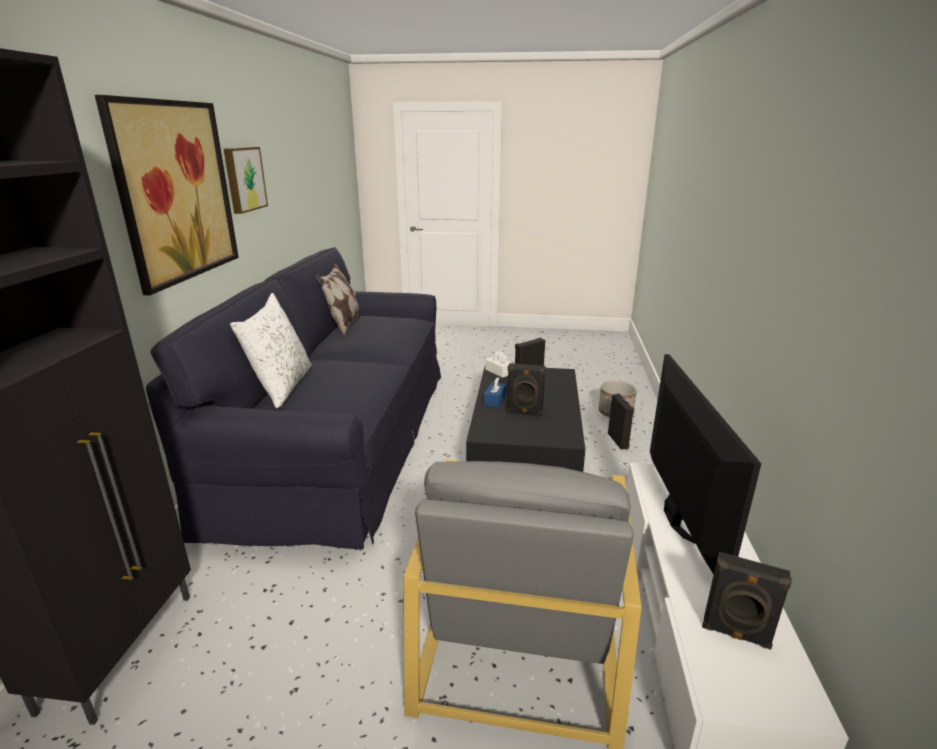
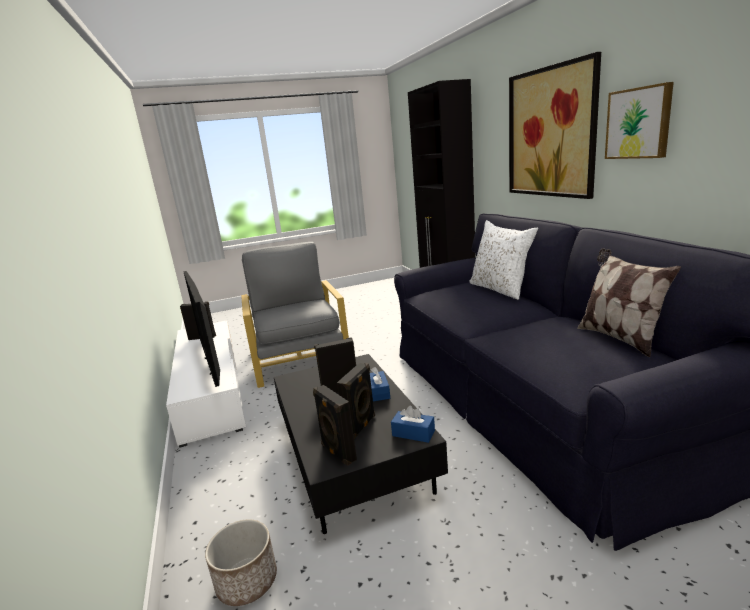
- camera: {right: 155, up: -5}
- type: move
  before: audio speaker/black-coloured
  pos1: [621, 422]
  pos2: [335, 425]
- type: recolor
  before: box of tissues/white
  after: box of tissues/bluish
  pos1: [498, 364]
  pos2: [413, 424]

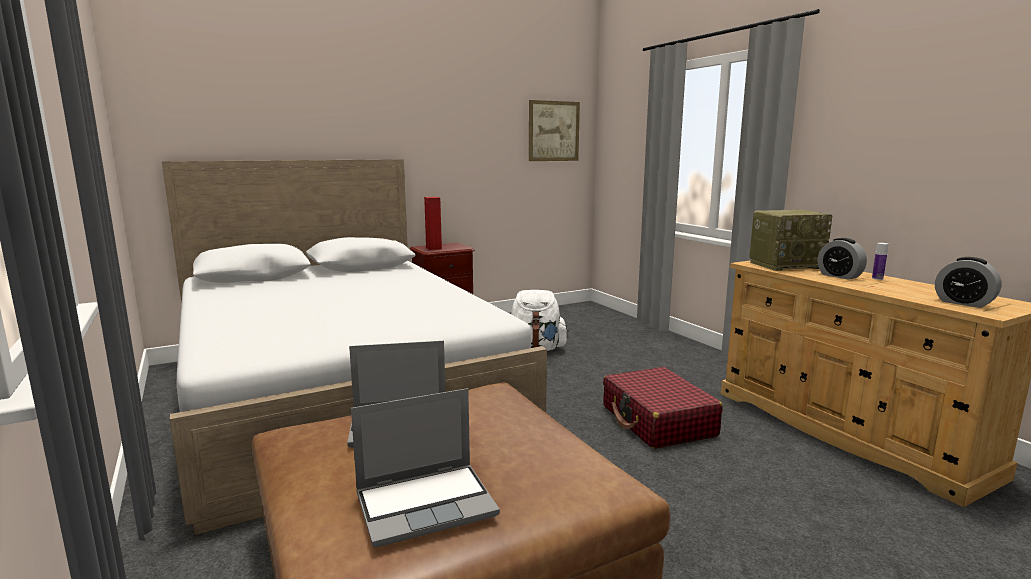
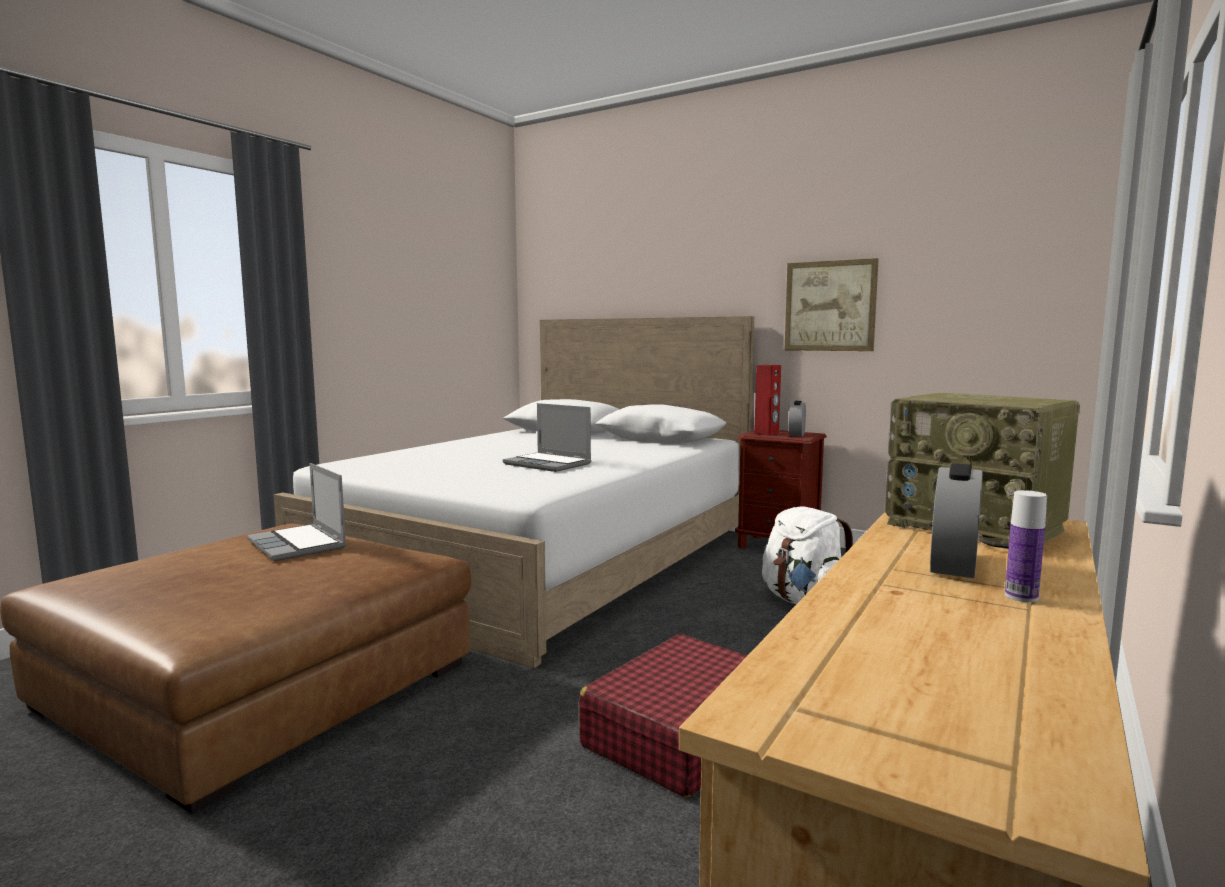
- camera: {right: 60, up: -5}
- type: move
  before: notebook computer
  pos1: [425, 467]
  pos2: [547, 437]
- type: move
  before: wall art
  pos1: [554, 130]
  pos2: [831, 304]
- type: move
  before: alarm clock
  pos1: [968, 282]
  pos2: [797, 418]

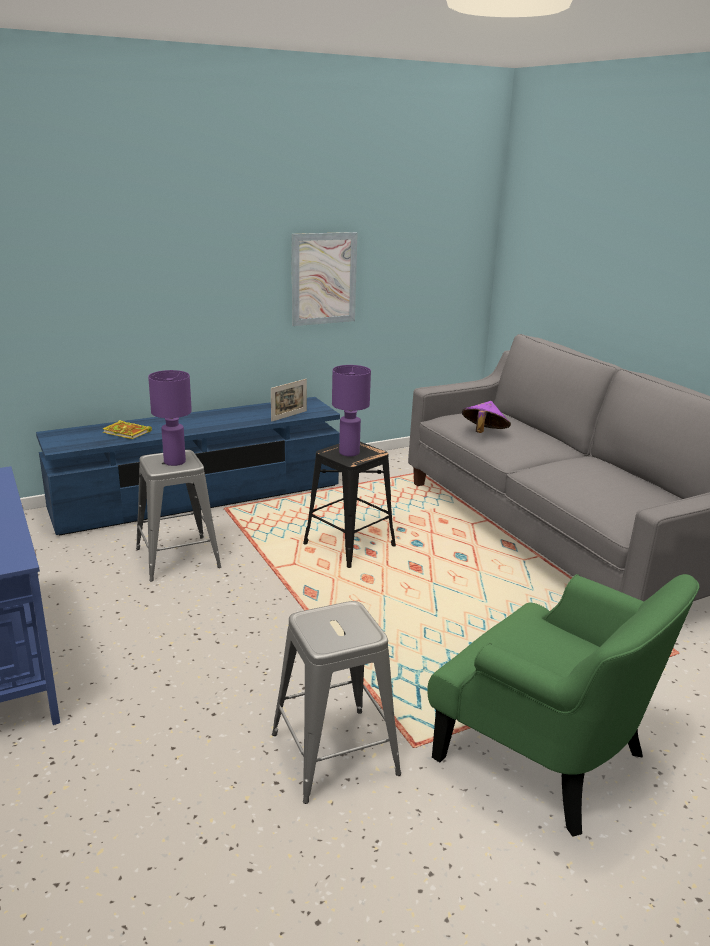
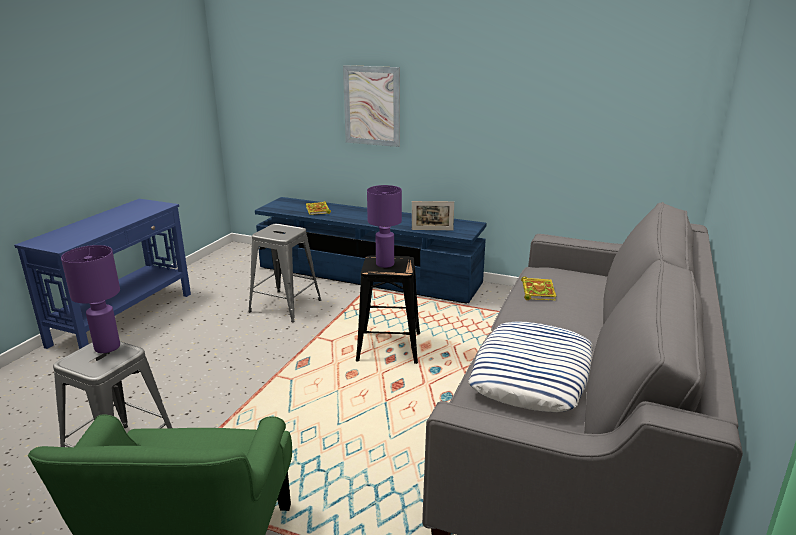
- camera: {right: 50, up: 0}
- type: move
  before: lamp for a table/purple
  pos1: [170, 418]
  pos2: [90, 299]
- type: move
  before: wall art
  pos1: [325, 279]
  pos2: [371, 106]
- type: insert
  after: throw pillow
  pos2: [530, 366]
- type: replace
  before: wearable hat/purple
  after: book
  pos1: [486, 417]
  pos2: [538, 288]

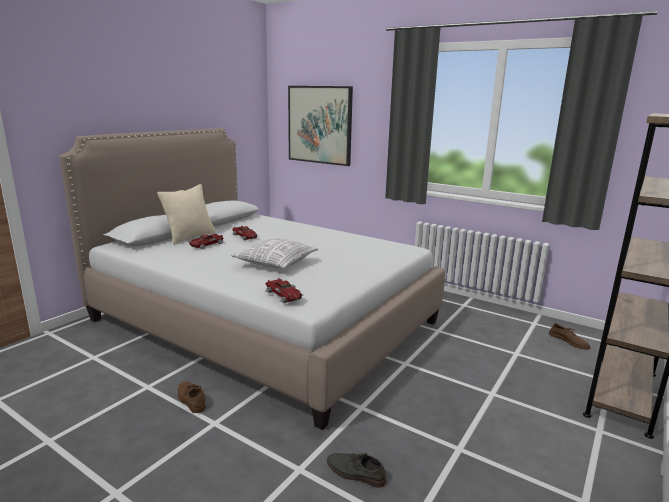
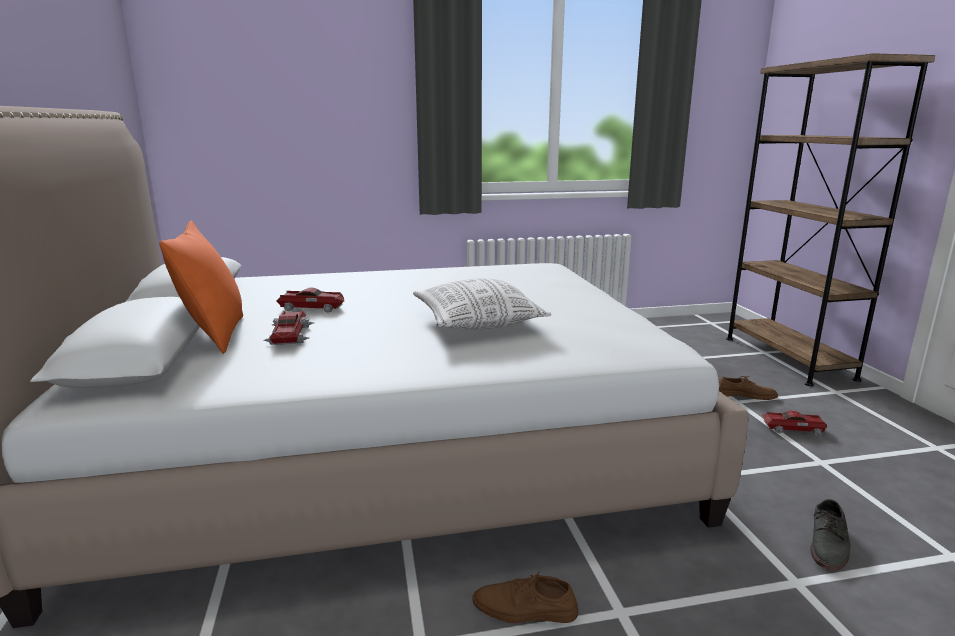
- camera: {right: -45, up: 0}
- type: recolor
  before: throw pillow/sand-coloured
  after: throw pillow/orange
  pos1: [186, 214]
  pos2: [201, 287]
- type: move
  before: low shoe/brown
  pos1: [569, 336]
  pos2: [748, 388]
- type: move
  before: toy car
  pos1: [284, 291]
  pos2: [794, 423]
- type: rotate
  before: low shoe/greyish
  pos1: [357, 470]
  pos2: [830, 534]
  turn: -45
- type: delete
  before: wall art
  pos1: [320, 126]

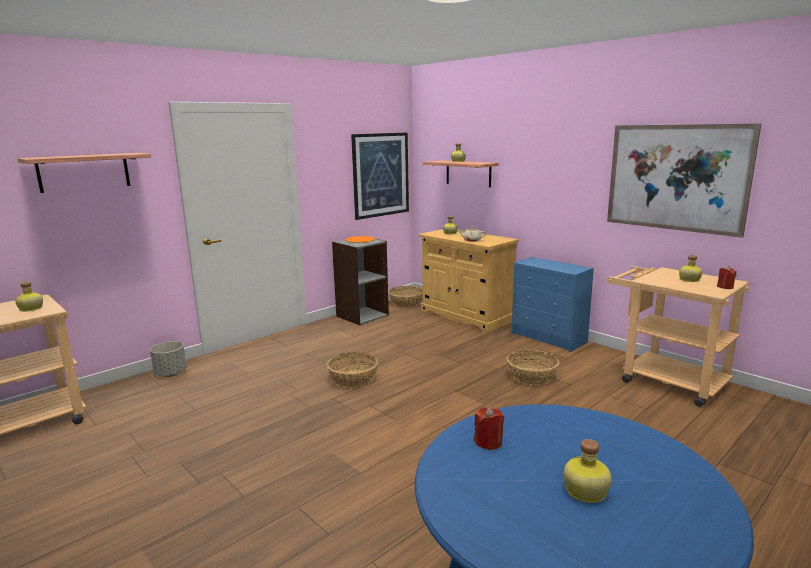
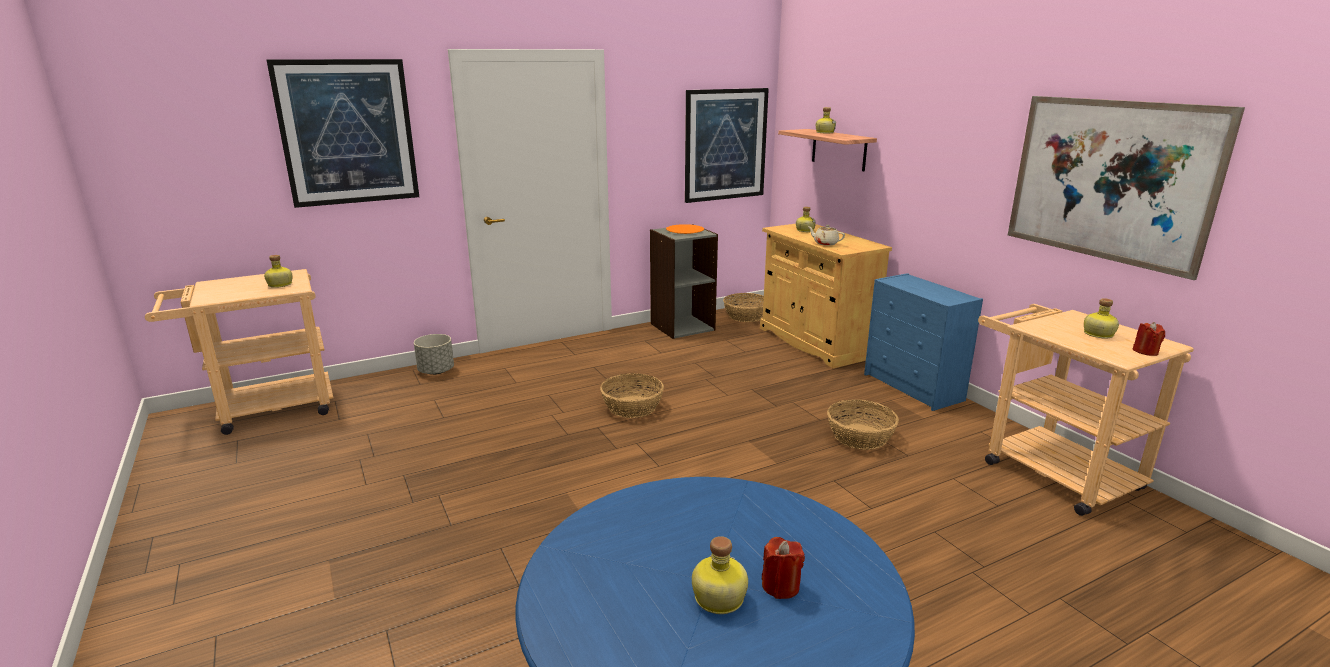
- camera: {right: 15, up: 5}
- type: replace
  before: bracket shelf
  after: wall art
  pos1: [84, 173]
  pos2: [343, 133]
- type: move
  before: candle/reddish
  pos1: [489, 428]
  pos2: [783, 568]

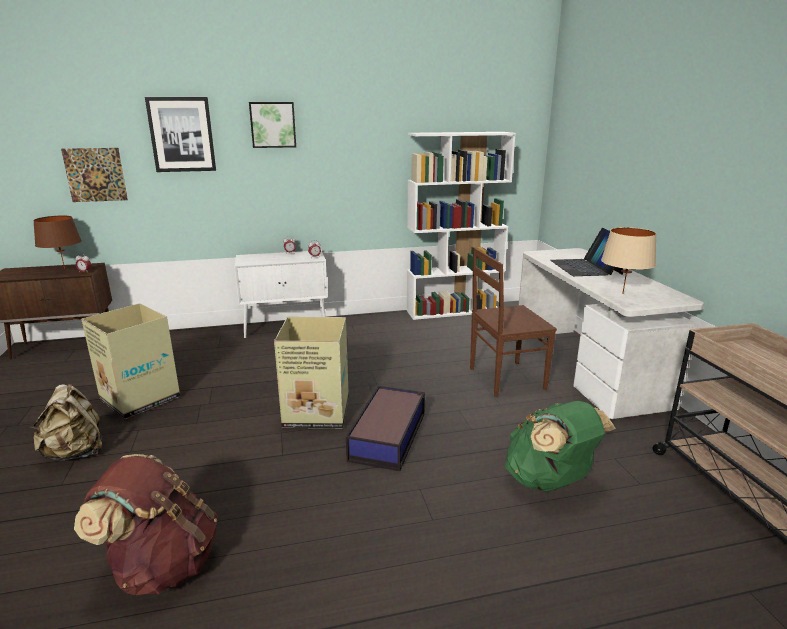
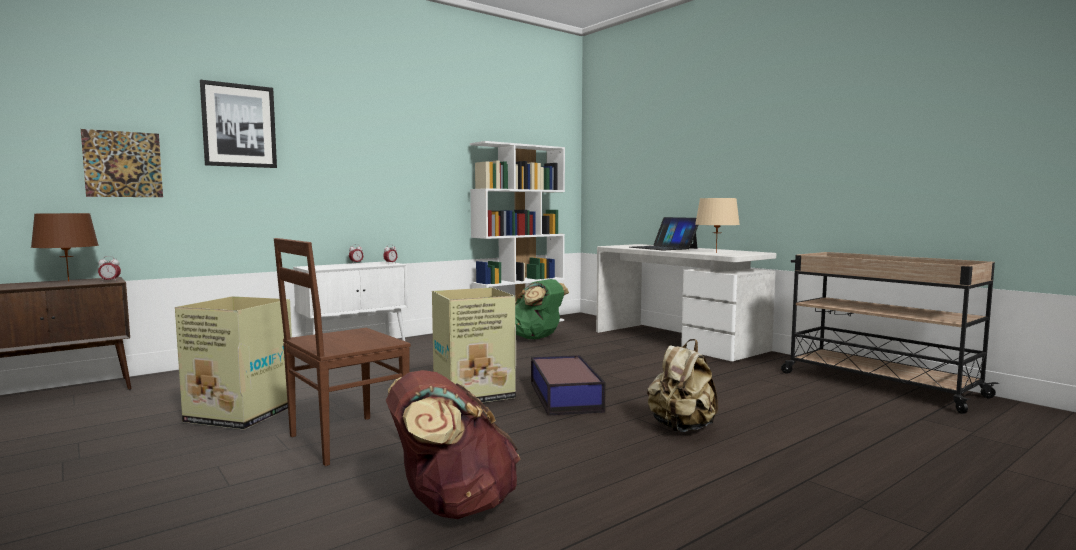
- camera: {right: -25, up: -15}
- type: move
  before: upright chair/brown
  pos1: [513, 322]
  pos2: [342, 352]
- type: move
  before: backpack/green
  pos1: [560, 446]
  pos2: [542, 309]
- type: move
  before: backpack/sand-coloured
  pos1: [66, 422]
  pos2: [682, 385]
- type: delete
  before: wall art
  pos1: [272, 125]

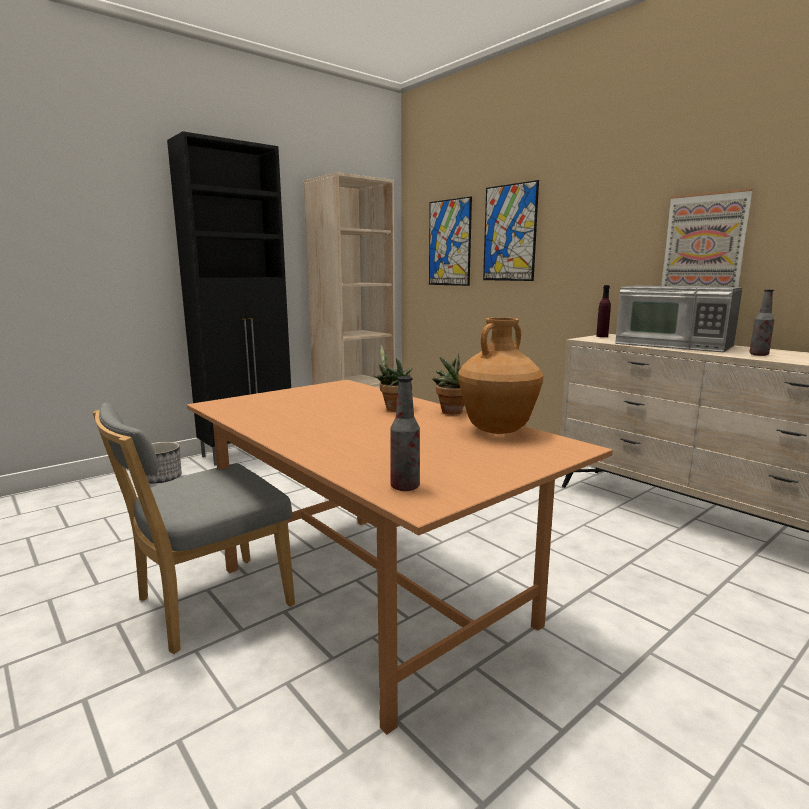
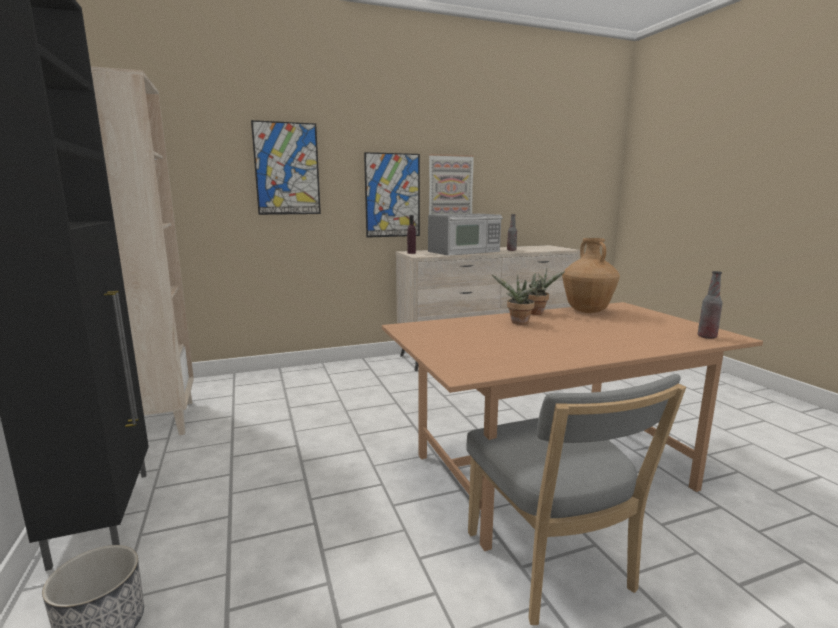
- camera: {right: -70, up: 0}
- type: move
  before: wall art
  pos1: [450, 241]
  pos2: [392, 195]

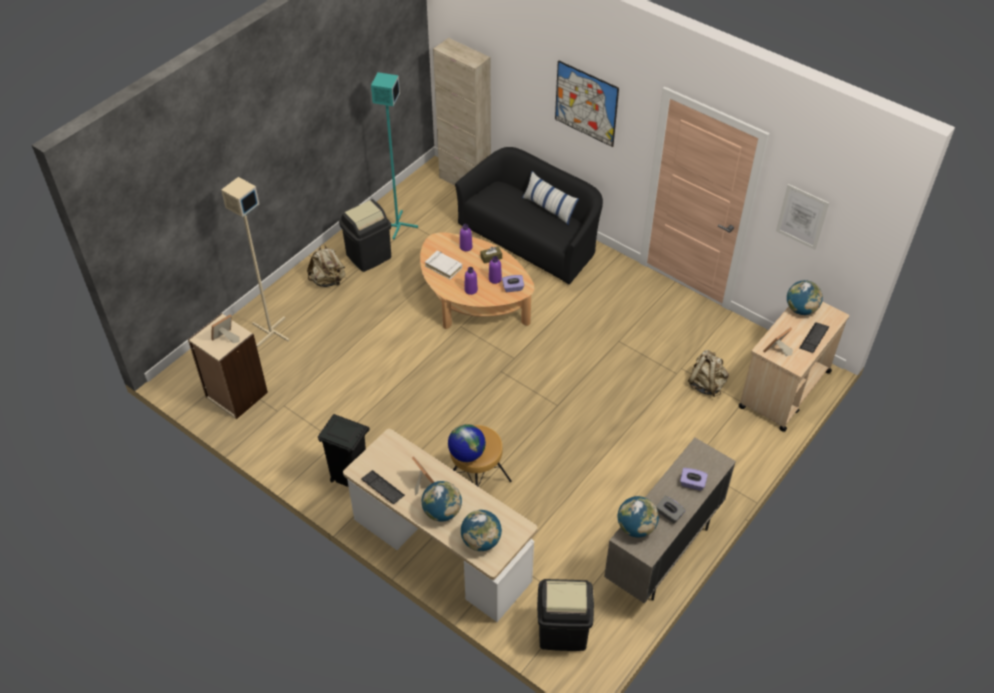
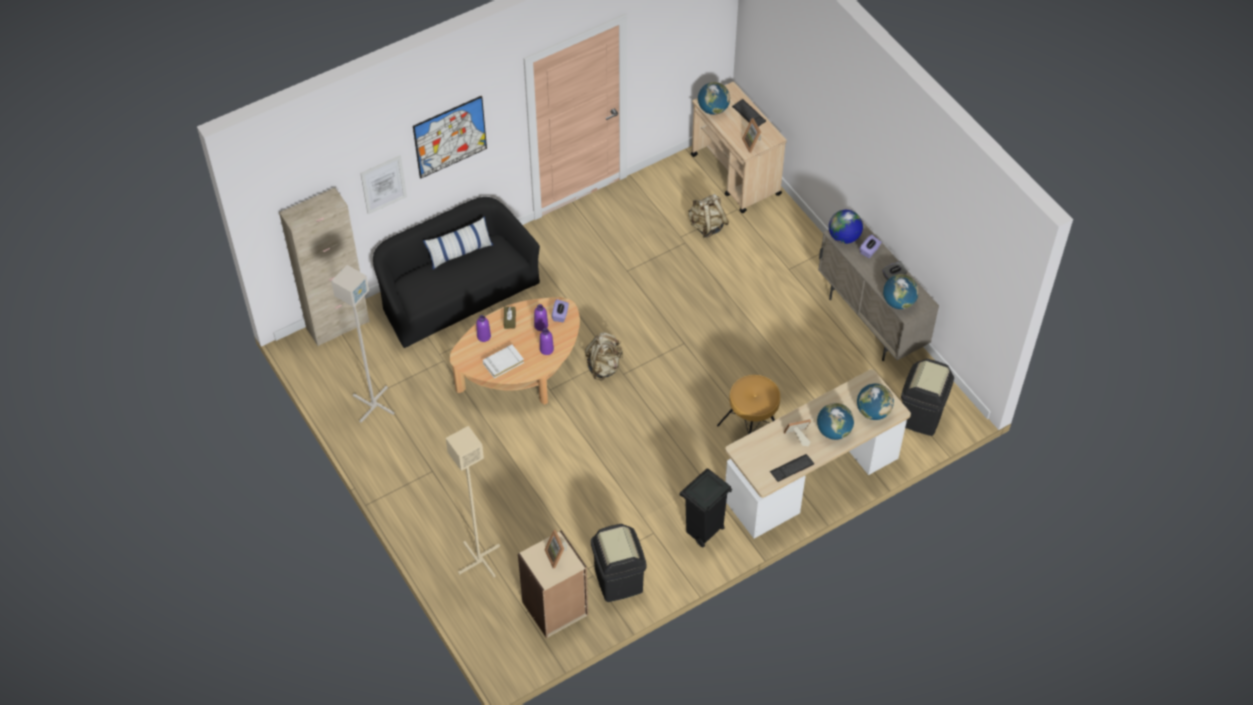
- camera: {right: -70, up: 5}
- type: recolor
  before: floor lamp/turquoise-coloured
  after: floor lamp/greyish
  pos1: [394, 155]
  pos2: [363, 344]
- type: move
  before: wall art
  pos1: [802, 217]
  pos2: [383, 184]
- type: move
  before: backpack/sand-coloured
  pos1: [326, 265]
  pos2: [604, 356]
- type: move
  before: trash can/black-coloured
  pos1: [365, 235]
  pos2: [619, 563]
- type: move
  before: world globe
  pos1: [467, 443]
  pos2: [846, 227]

